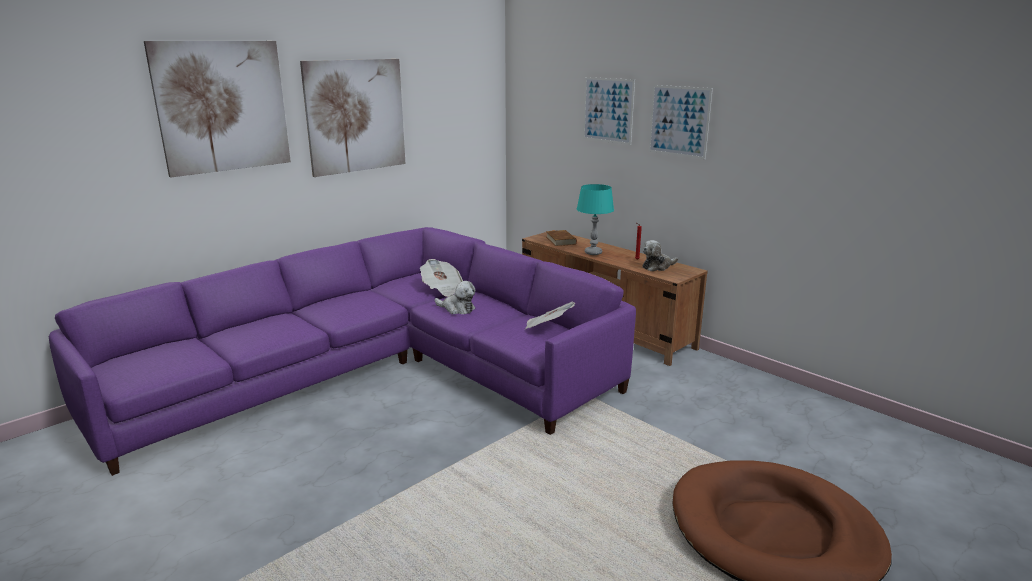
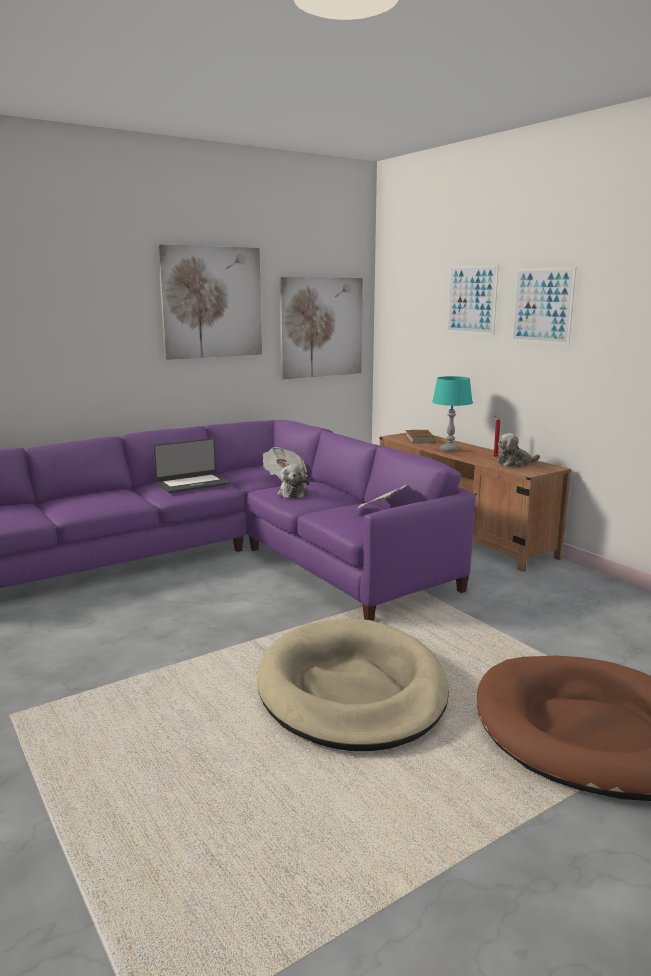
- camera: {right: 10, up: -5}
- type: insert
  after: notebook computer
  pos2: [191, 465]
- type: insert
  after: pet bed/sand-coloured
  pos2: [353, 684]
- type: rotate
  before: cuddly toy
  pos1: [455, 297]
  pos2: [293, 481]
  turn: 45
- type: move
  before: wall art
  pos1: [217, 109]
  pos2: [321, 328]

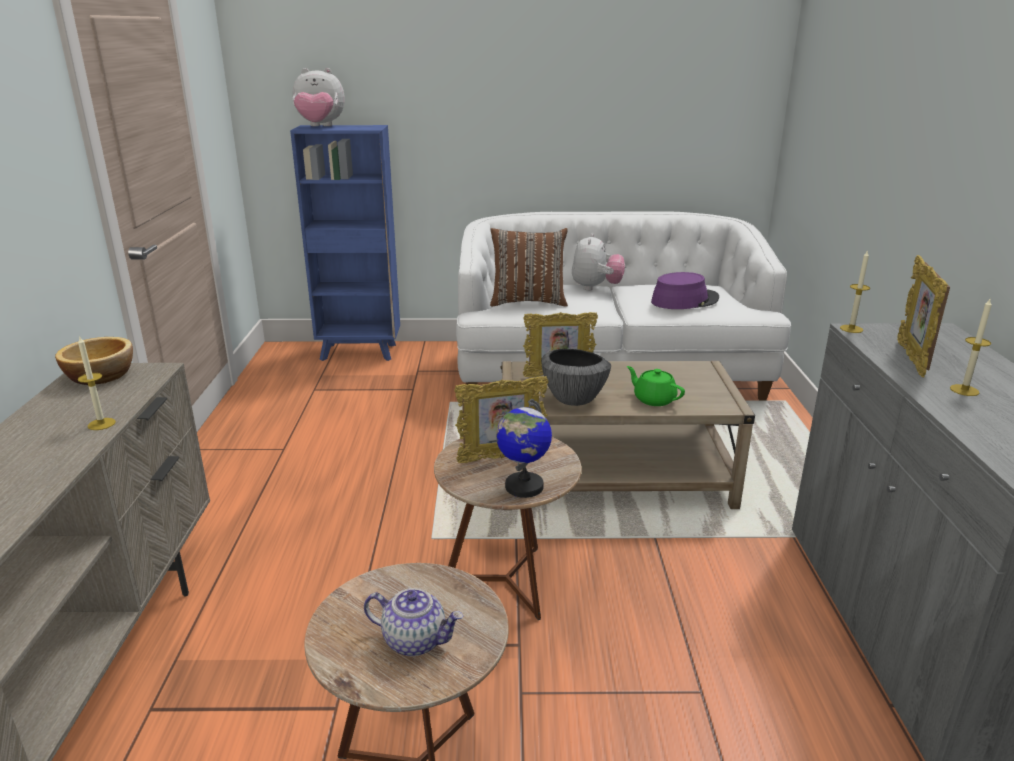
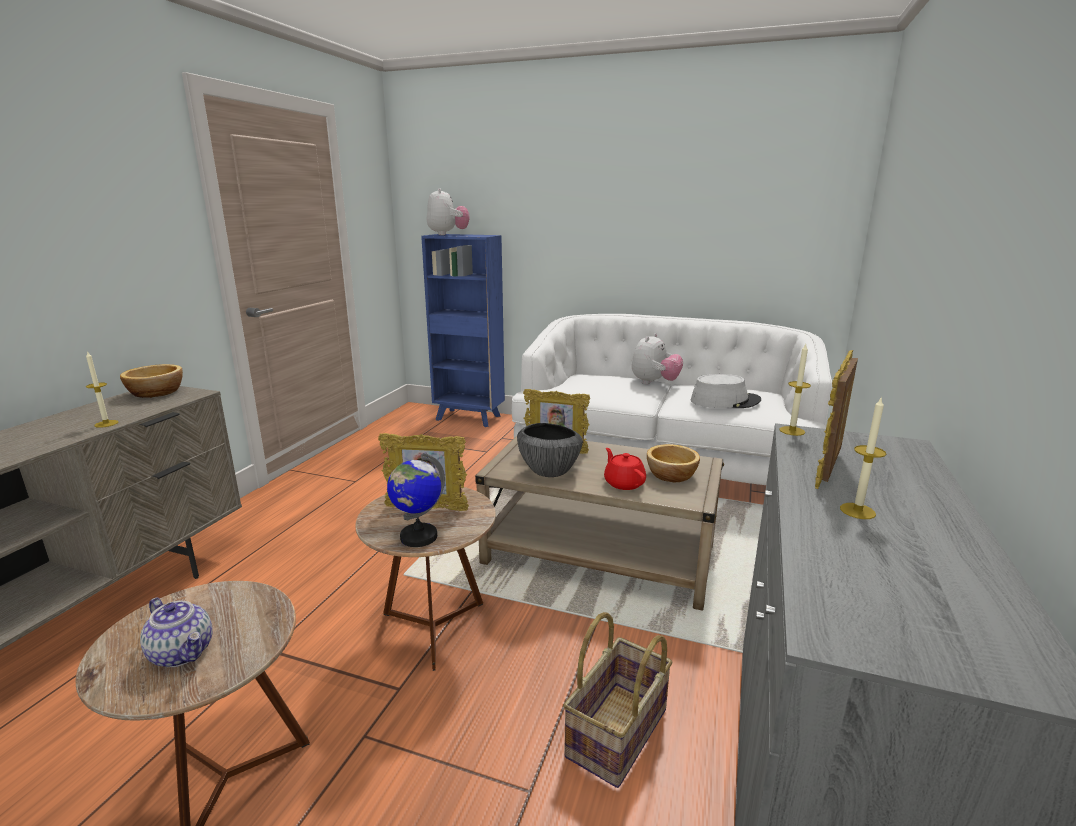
- camera: {right: 20, up: -5}
- type: rotate
  before: cuddly toy
  pos1: [318, 97]
  pos2: [448, 212]
  turn: -120
- type: insert
  after: household basket
  pos2: [617, 700]
- type: recolor
  before: teapot/green
  after: teapot/reddish
  pos1: [656, 386]
  pos2: [625, 469]
- type: insert
  after: deep dish
  pos2: [673, 463]
- type: recolor
  before: wearable hat/purple
  after: wearable hat/greyish
  pos1: [685, 290]
  pos2: [726, 391]
- type: delete
  before: throw pillow/brown
  pos1: [529, 267]

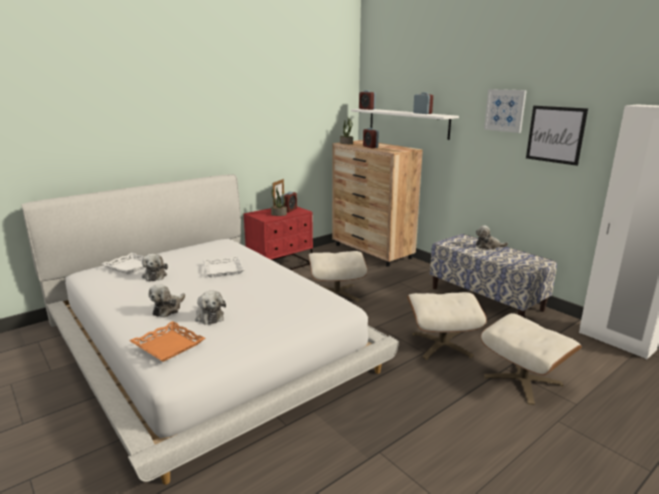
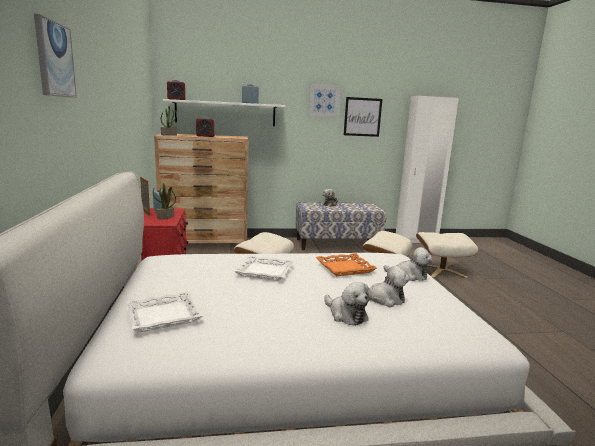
- camera: {right: -60, up: -5}
- type: insert
  after: wall art
  pos2: [55, 55]
- type: move
  before: carrying tray/orange
  pos1: [167, 341]
  pos2: [346, 264]
- type: move
  before: cuddly toy
  pos1: [155, 267]
  pos2: [408, 264]

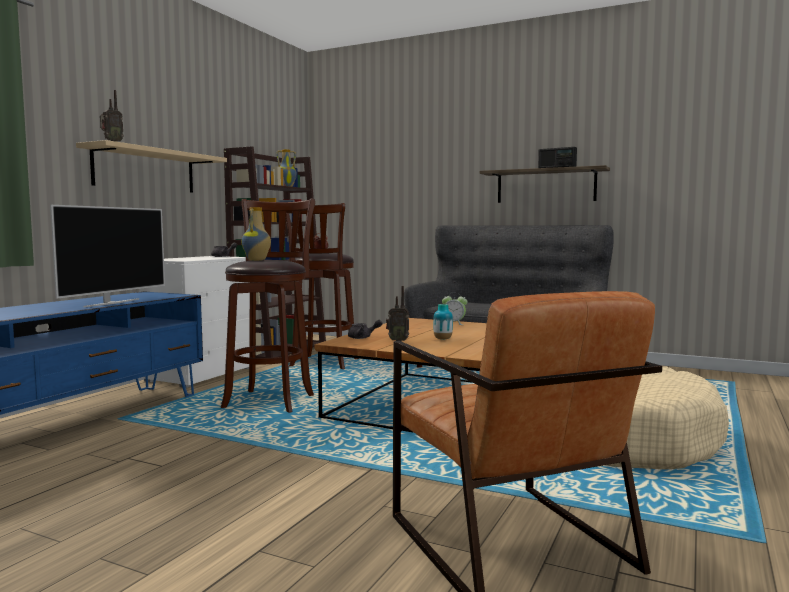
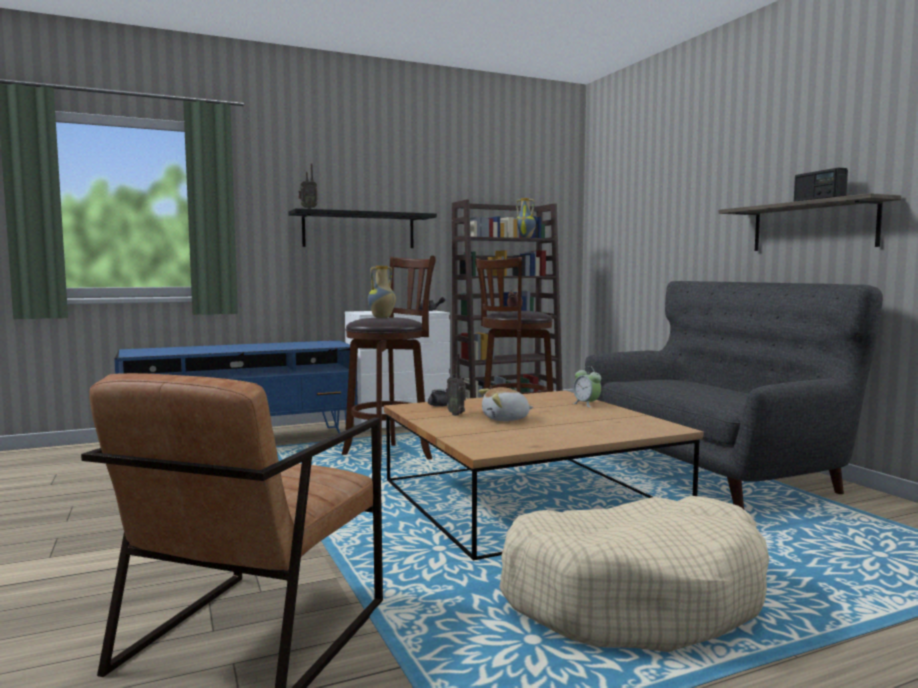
- camera: {right: 40, up: 0}
- type: recolor
  before: bracket shelf/sand-coloured
  after: bracket shelf/black-coloured
  pos1: [151, 166]
  pos2: [363, 228]
- type: replace
  before: flower vase
  after: cuddly toy
  pos1: [443, 322]
  pos2: [506, 404]
- type: delete
  before: TV set
  pos1: [107, 256]

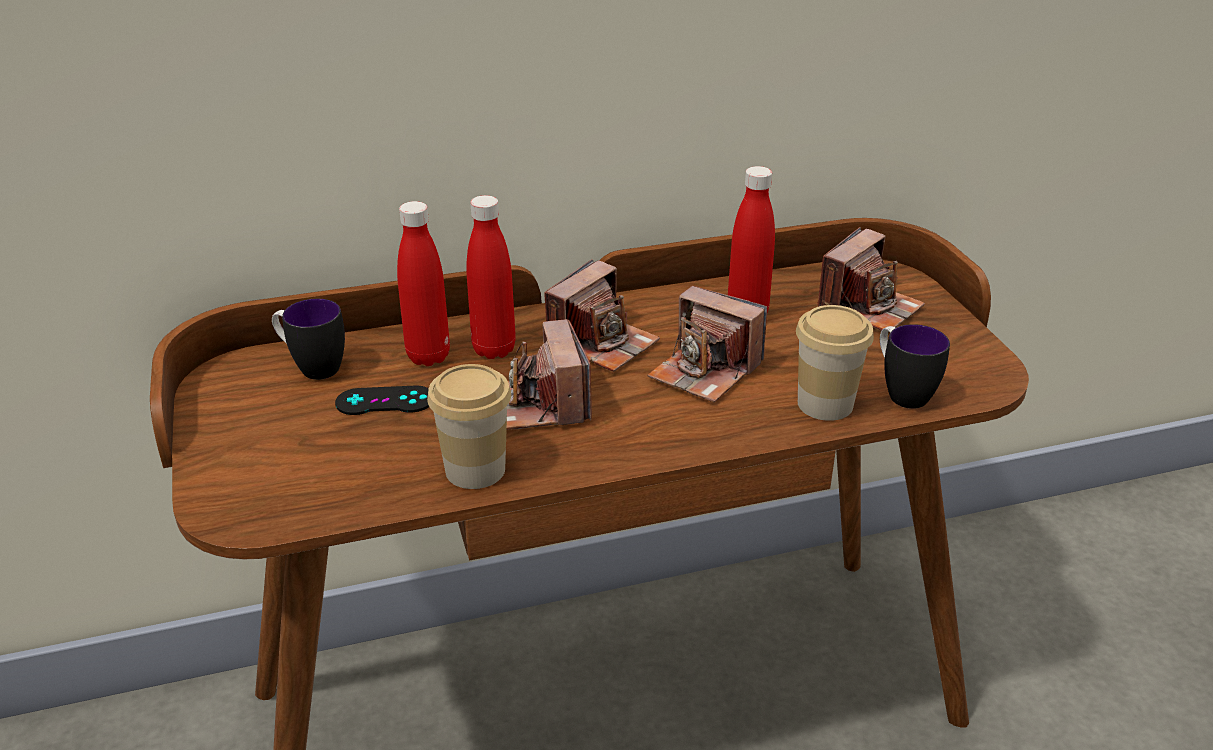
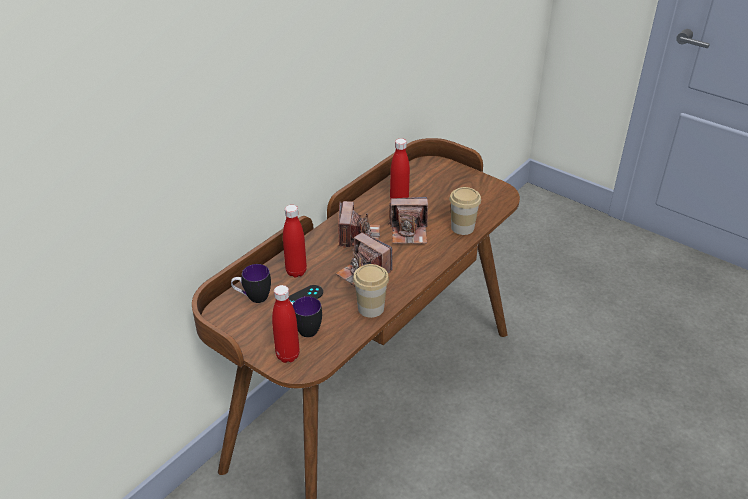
- camera: {right: -35, up: 5}
- type: move
  before: drink bottle/reddish
  pos1: [491, 277]
  pos2: [286, 324]
- type: move
  before: coffee mug
  pos1: [915, 366]
  pos2: [306, 316]
- type: delete
  before: still camera
  pos1: [871, 280]

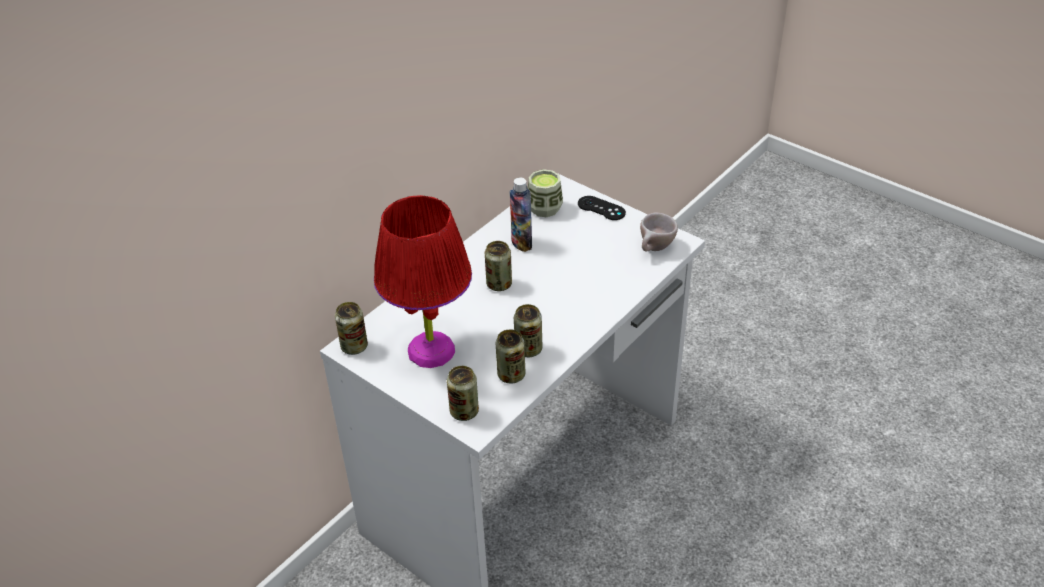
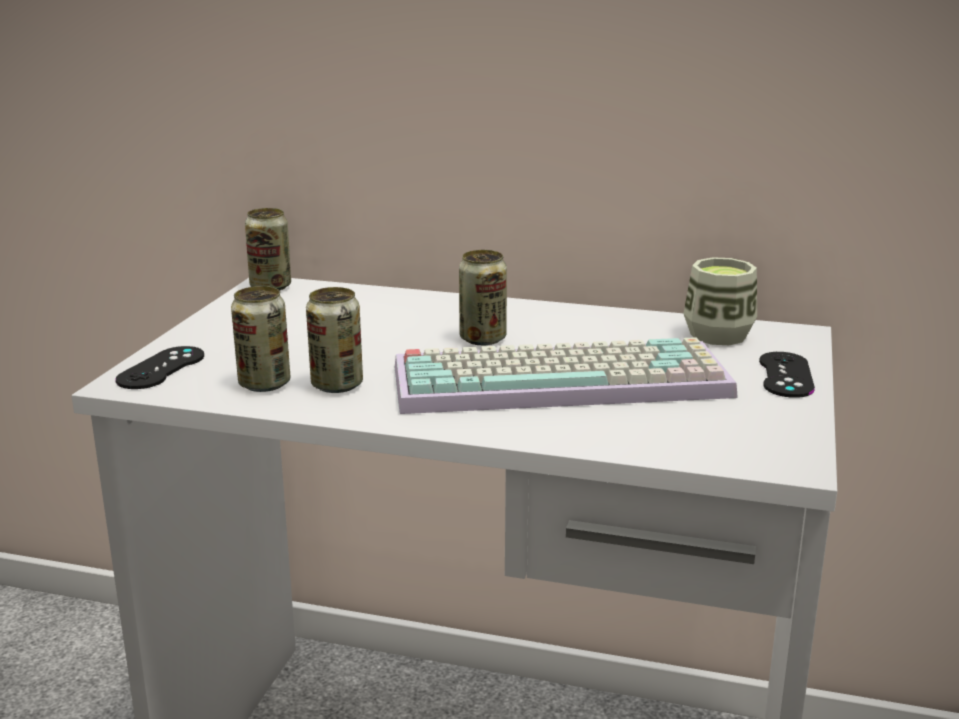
- camera: {right: 65, up: -20}
- type: replace
  before: can
  after: joypad/black-coloured
  pos1: [463, 393]
  pos2: [159, 367]
- type: insert
  after: computer keyboard
  pos2: [566, 375]
- type: delete
  before: lamp for a table/reddish
  pos1: [423, 281]
- type: delete
  before: drink bottle
  pos1: [521, 215]
- type: delete
  before: small cup/sand-coloured
  pos1: [659, 231]

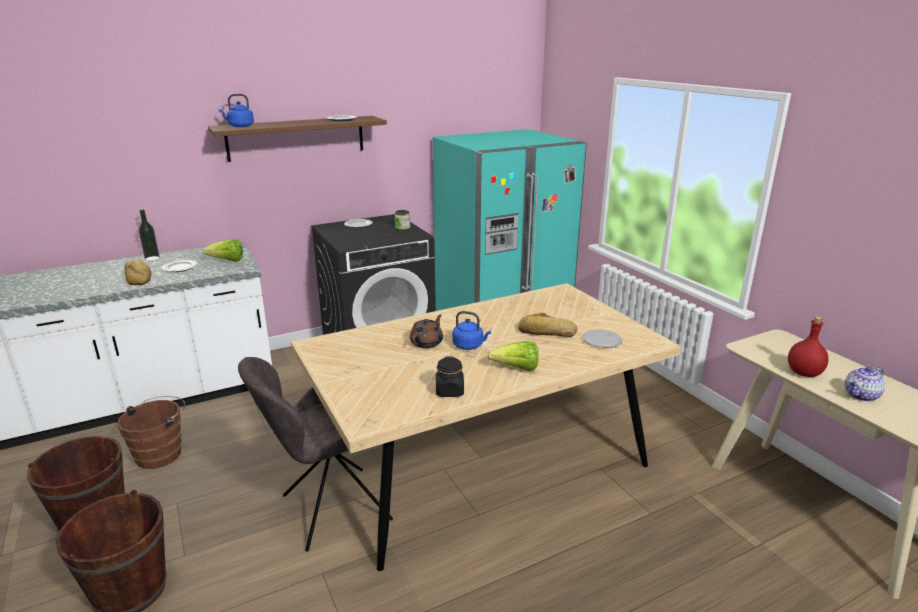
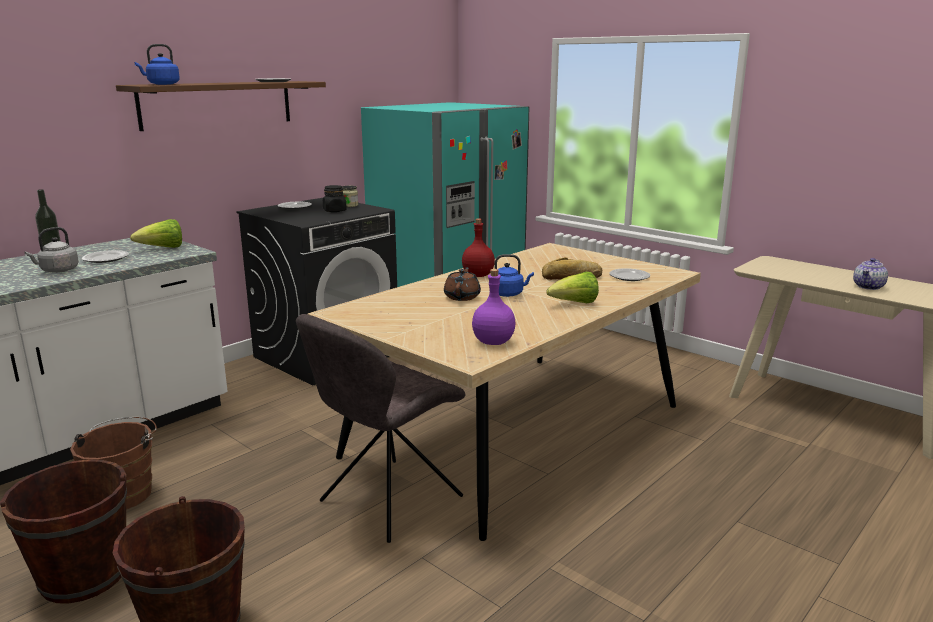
- camera: {right: -20, up: -5}
- type: replace
  before: bread
  after: tea kettle/greyish
  pos1: [138, 272]
  pos2: [51, 250]
- type: move
  before: storage jar/black-coloured
  pos1: [450, 377]
  pos2: [335, 198]
- type: move
  before: drink bottle/reddish
  pos1: [808, 346]
  pos2: [478, 247]
- type: insert
  after: drink bottle/purple
  pos2: [493, 307]

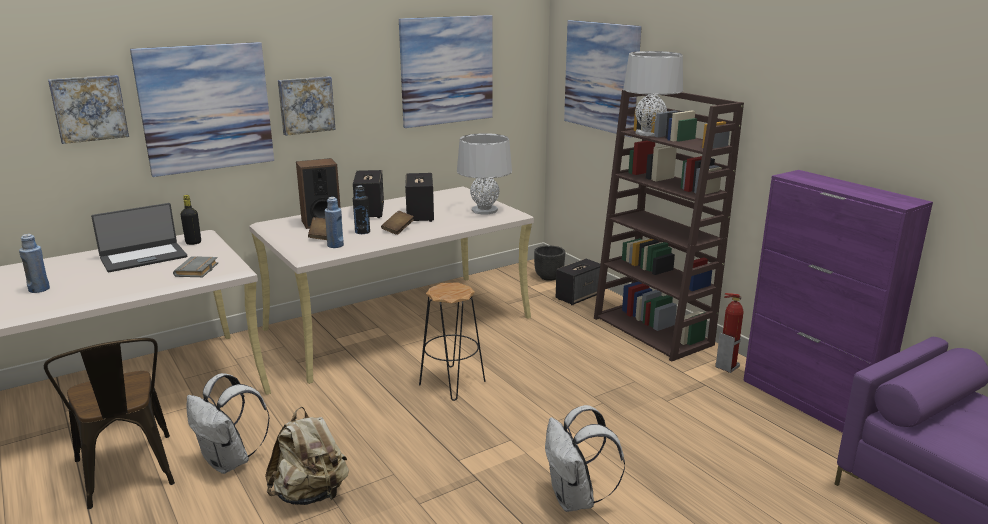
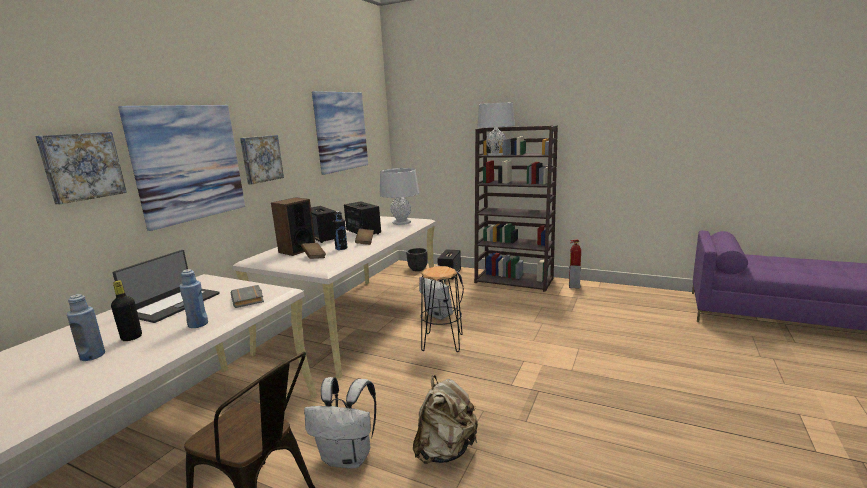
- camera: {right: -30, up: -5}
- type: move
  before: drink bottle/black-coloured
  pos1: [191, 220]
  pos2: [126, 310]
- type: move
  before: drink bottle/bluish
  pos1: [334, 222]
  pos2: [193, 298]
- type: move
  before: backpack/white
  pos1: [585, 458]
  pos2: [441, 292]
- type: delete
  before: wall art
  pos1: [603, 78]
- type: delete
  before: storage cabinet/purple
  pos1: [838, 301]

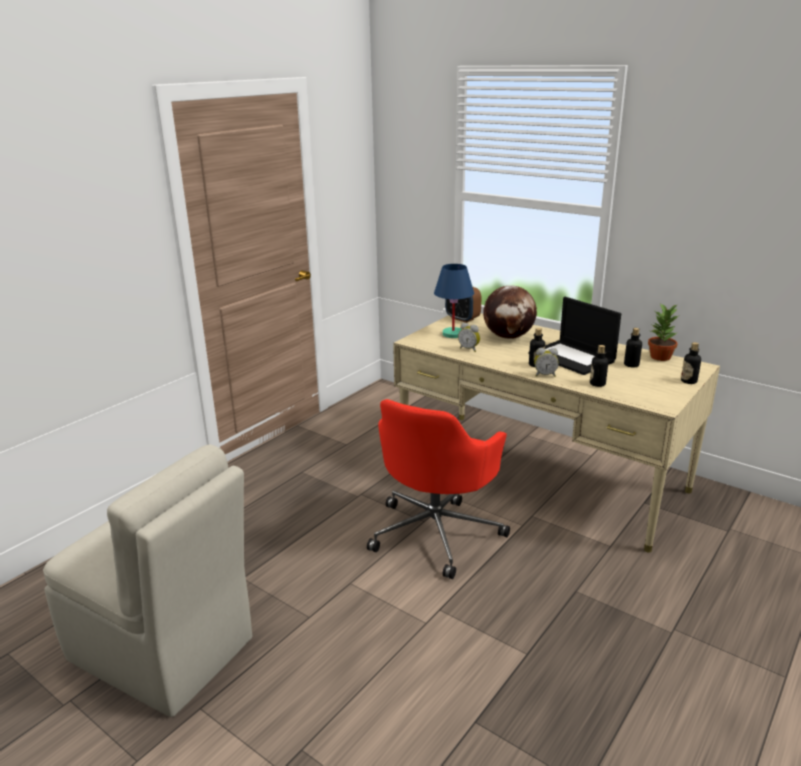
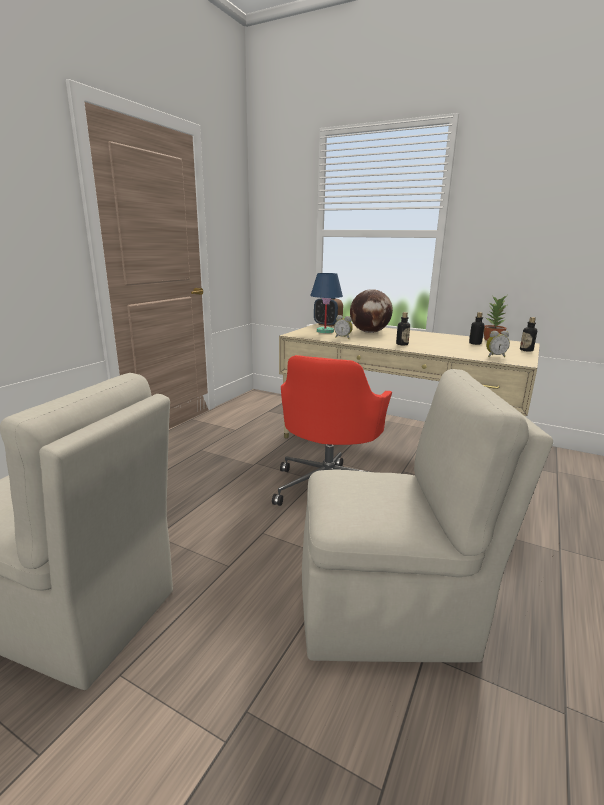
- camera: {right: -10, up: -5}
- type: insert
  after: upright chair/sand-coloured
  pos2: [427, 515]
- type: move
  before: alarm clock
  pos1: [546, 362]
  pos2: [498, 344]
- type: delete
  before: notebook computer
  pos1: [575, 336]
- type: delete
  before: drink bottle
  pos1: [599, 366]

